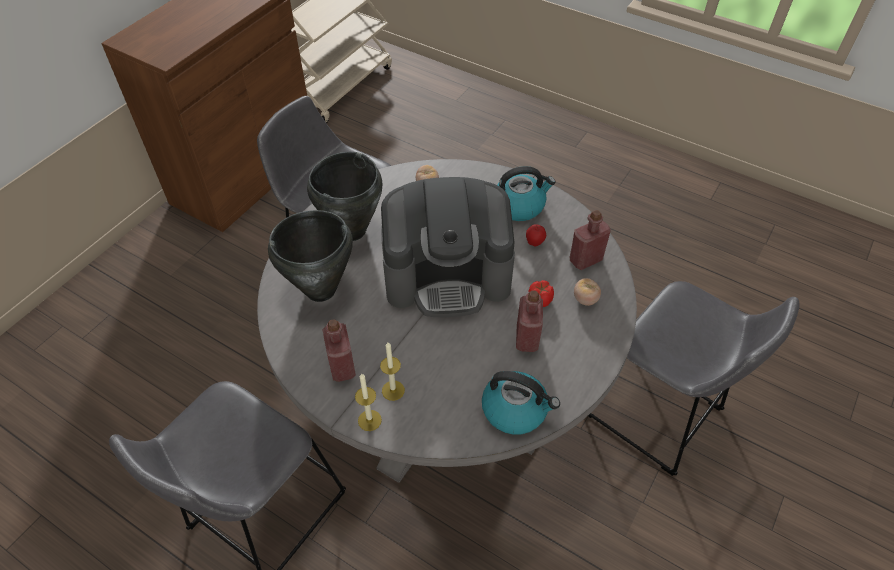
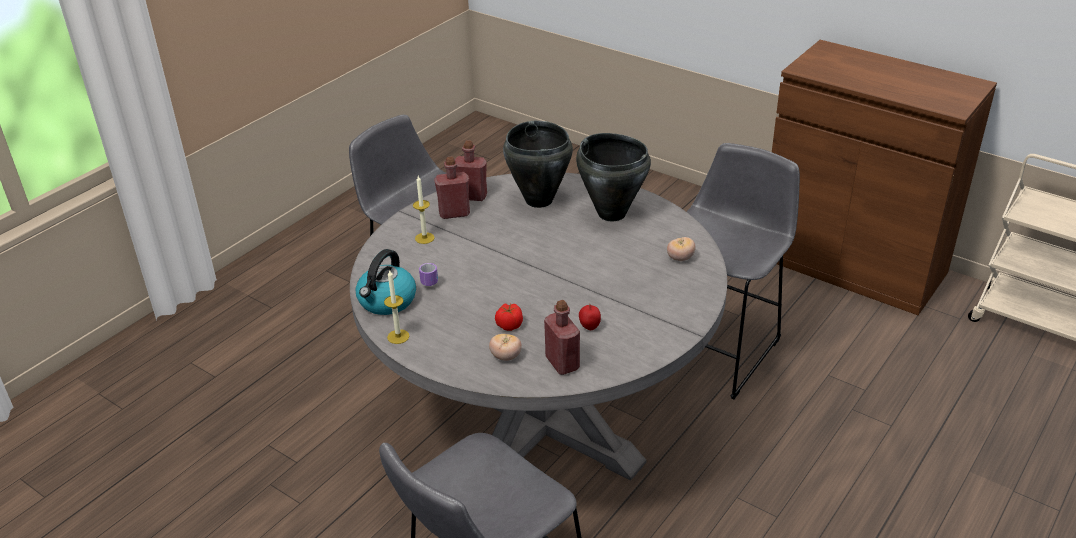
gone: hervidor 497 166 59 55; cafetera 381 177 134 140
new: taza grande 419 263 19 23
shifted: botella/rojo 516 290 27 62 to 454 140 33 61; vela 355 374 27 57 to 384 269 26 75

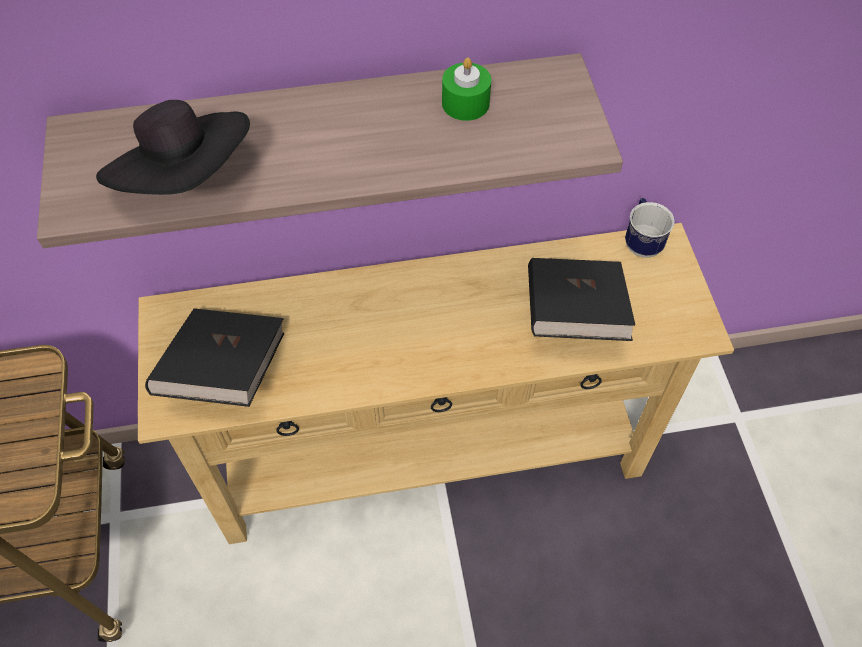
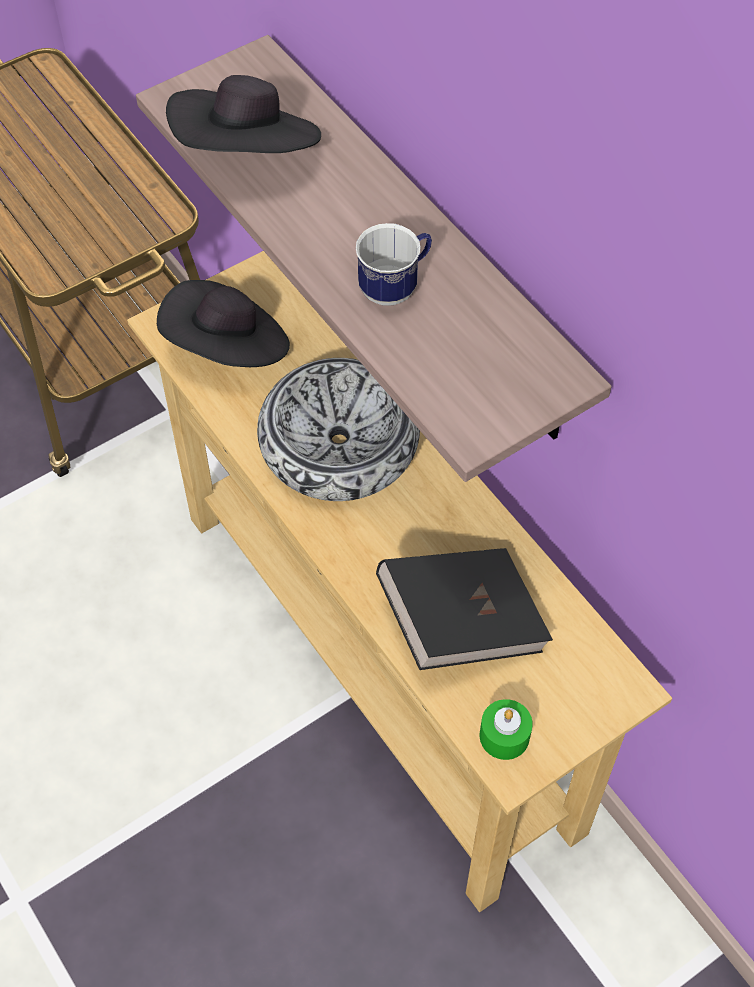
new: cuenco 257 358 163 143
shifted: vela/verde 442 58 49 63 to 480 699 53 61; taza grande 625 198 50 60 to 356 223 76 83
swapped: libro/negro 145 308 139 99 to sombrero/negro 157 280 133 87

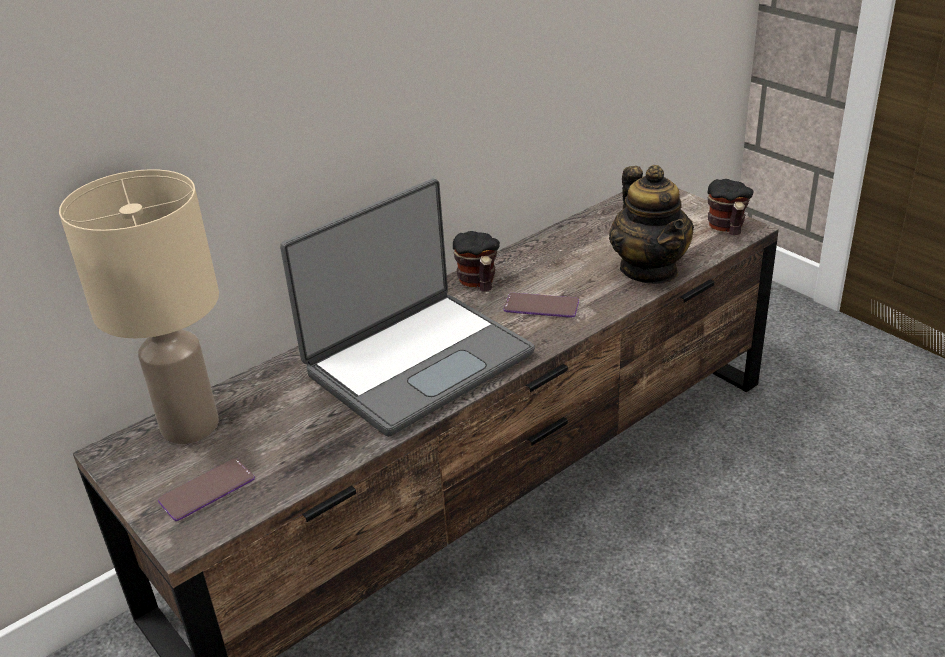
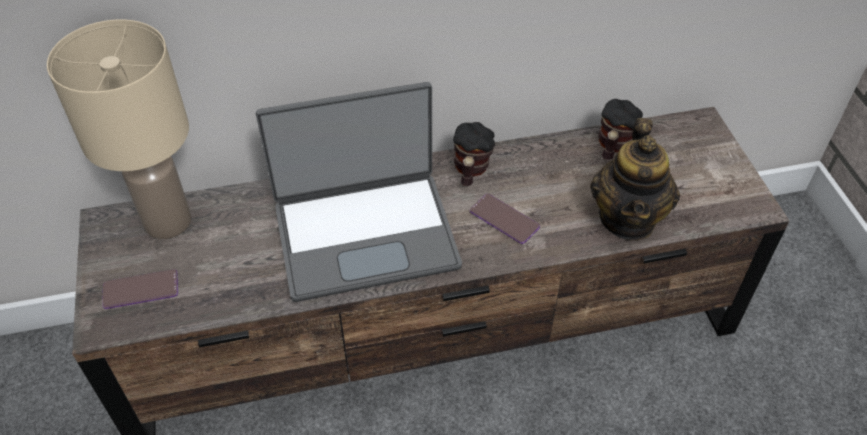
shifted: taza grande 708 179 45 56 to 598 99 45 61

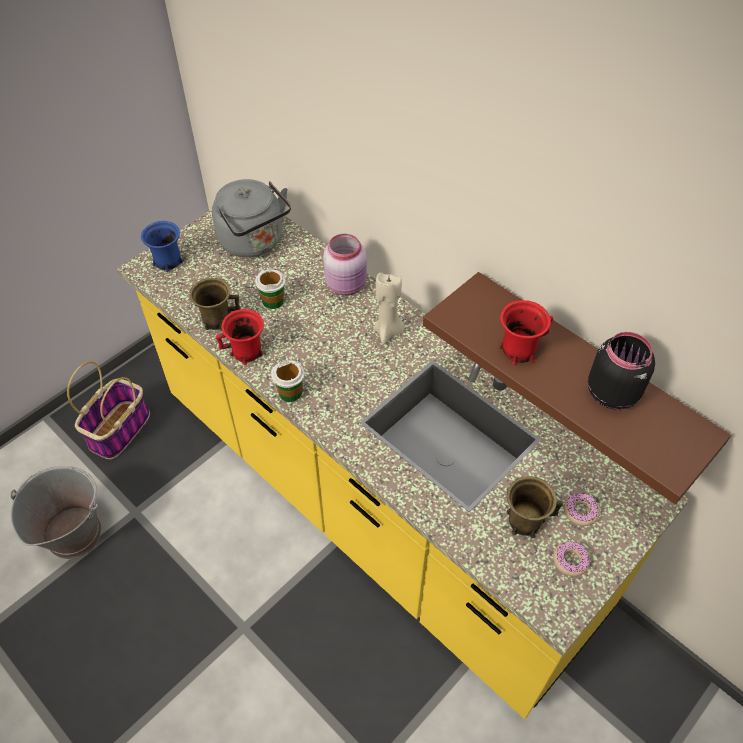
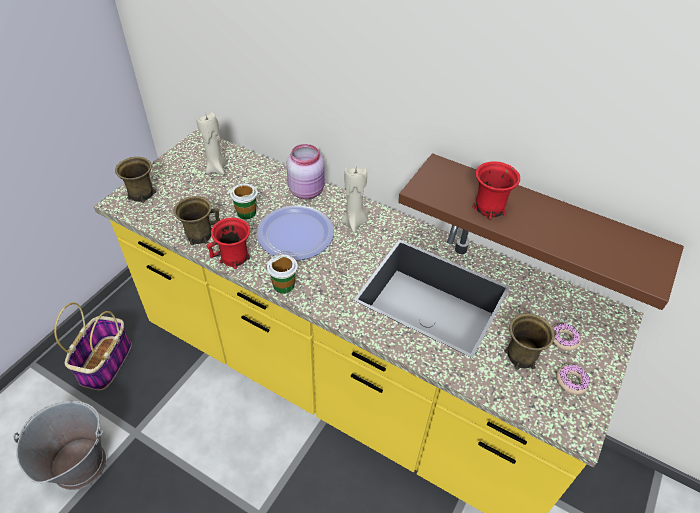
gone: tarro/negro 588 332 67 78
new: plato 257 206 77 54
swapped: hervidor/gris 212 179 79 78 to vela/beis 196 112 31 63
repainted: taza grande/azul 141 221 43 51 to taza grande/marrón 115 157 41 46

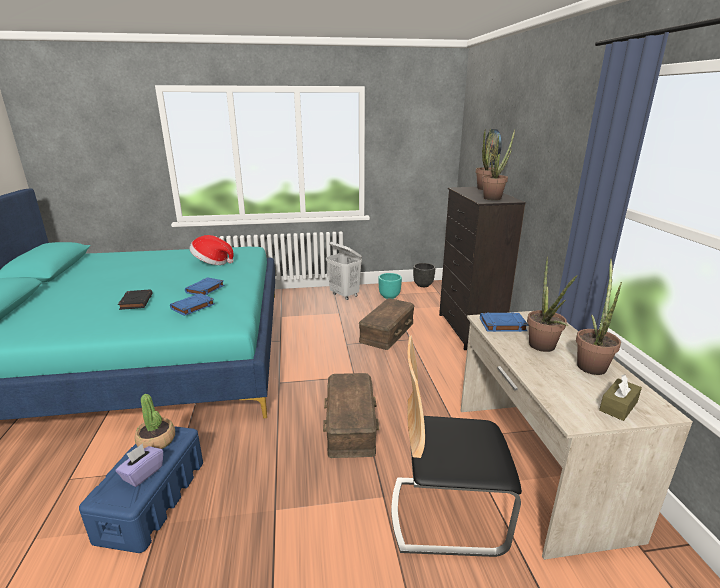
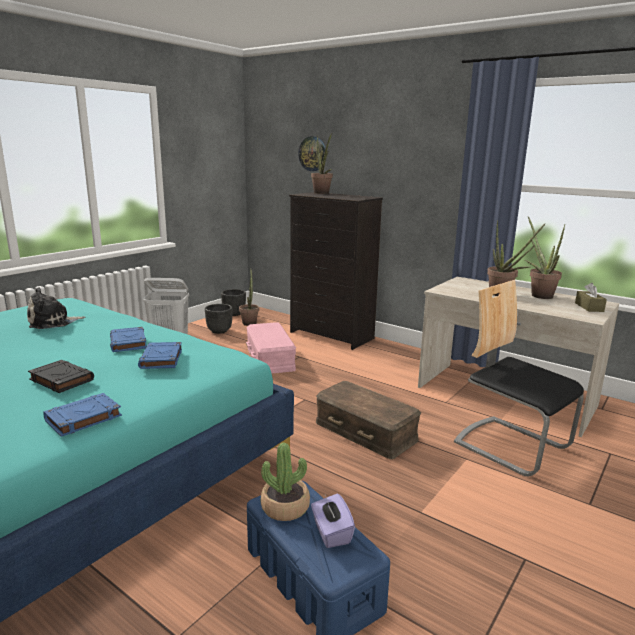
shifted: planta en maceta 482 130 33 70 to 239 268 20 58; libro/azul 480 312 48 20 to 43 393 79 44
swapped: sombrero 190 235 44 30 to peluche 27 287 58 42
repainted: maceta/turquesa 378 273 24 26 to maceta/negro 205 304 27 30; caja de almacenaje/marrón 359 298 55 52 to caja de almacenaje/rosa 246 322 50 52
rotated: silla 391 336 131 221 = 454 280 130 196 90 degrees clockwise

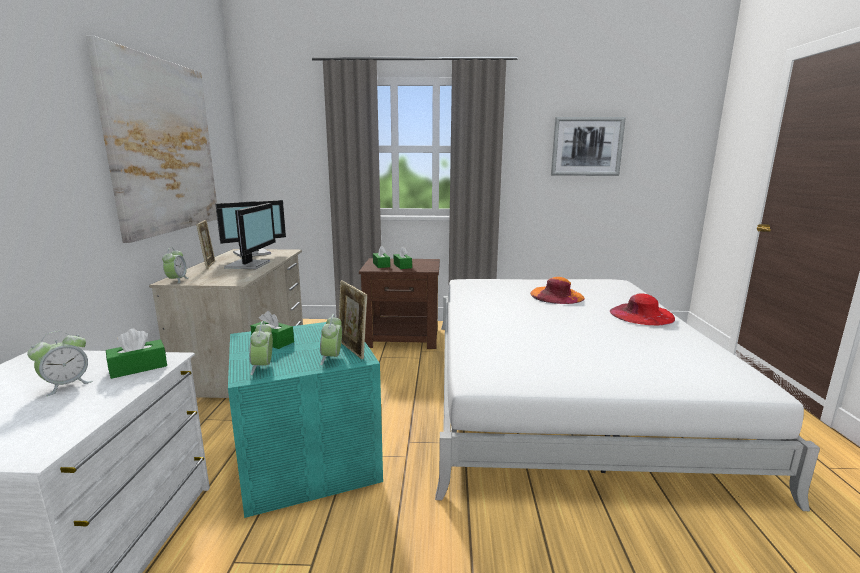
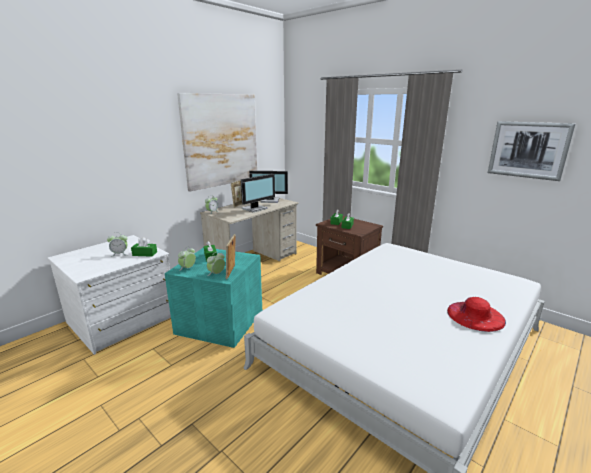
gone: sombrero/naranja 530 277 55 27

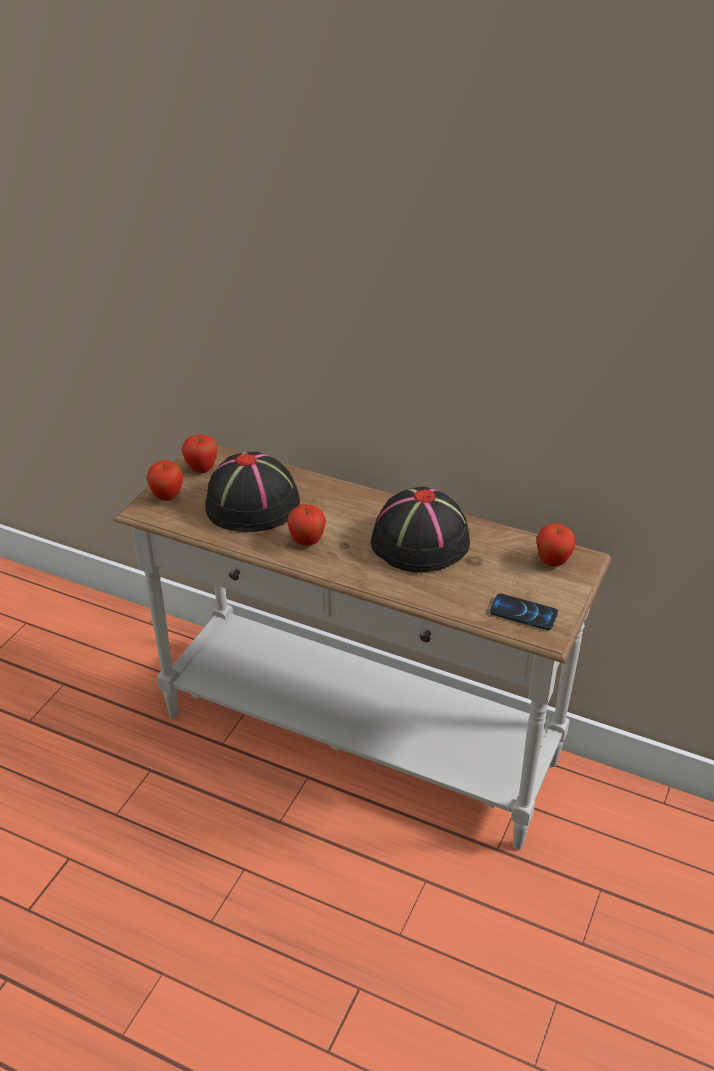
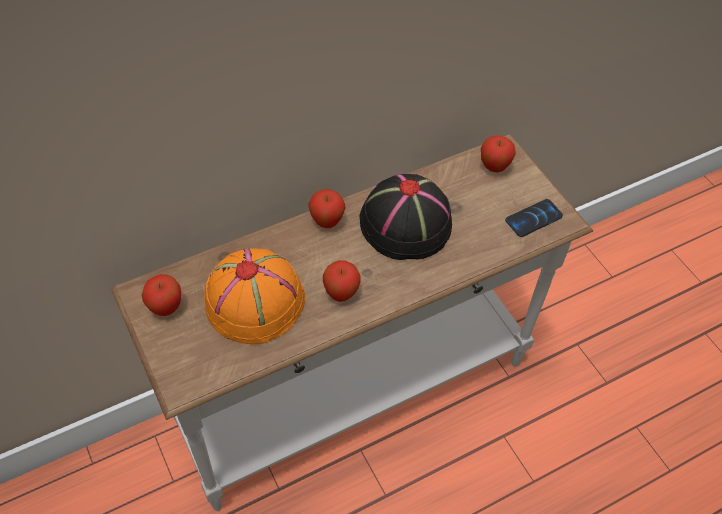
shifted: manzana 146 460 37 41 to 308 190 37 38
repainted: sombrero/negro 205 451 95 81 to sombrero/naranja 204 248 101 96

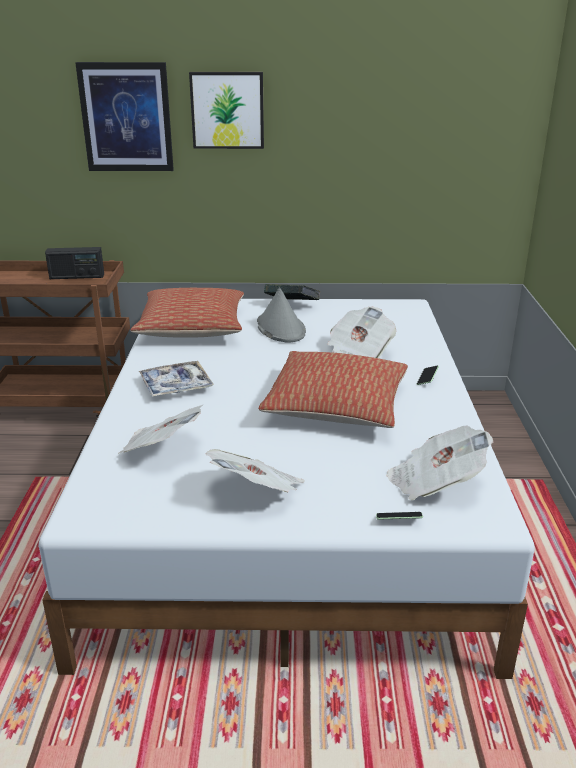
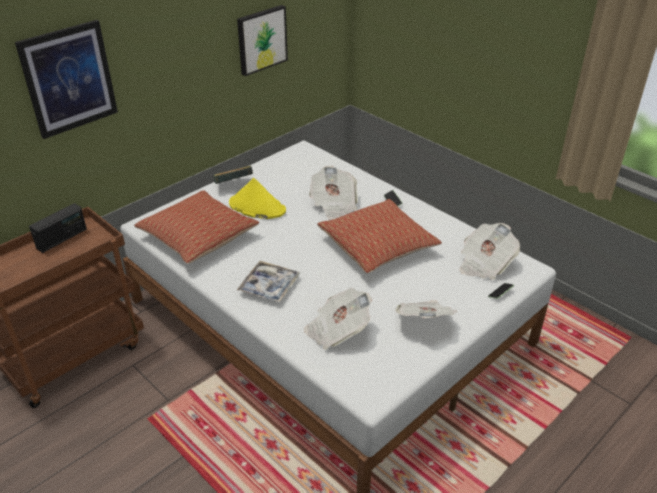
shifted: cuadro 189 72 75 77 to 237 5 51 71
repainted: sombrero/gris 257 287 49 56 to sombrero/amarillo 229 178 57 41

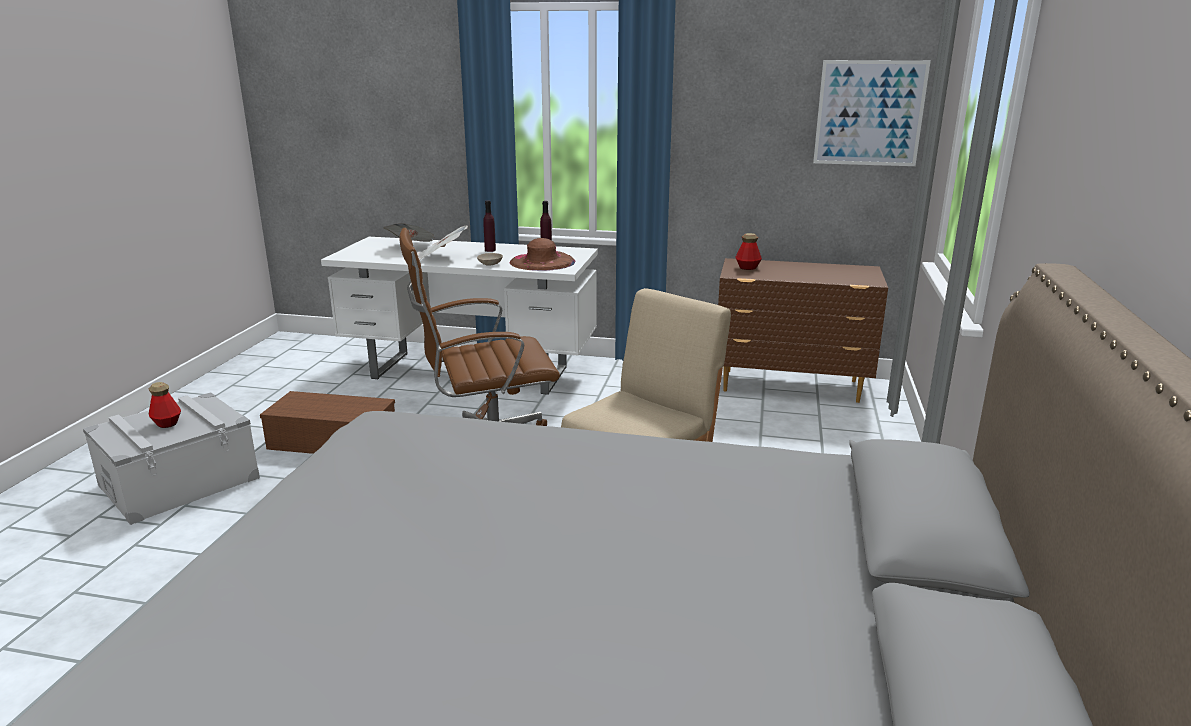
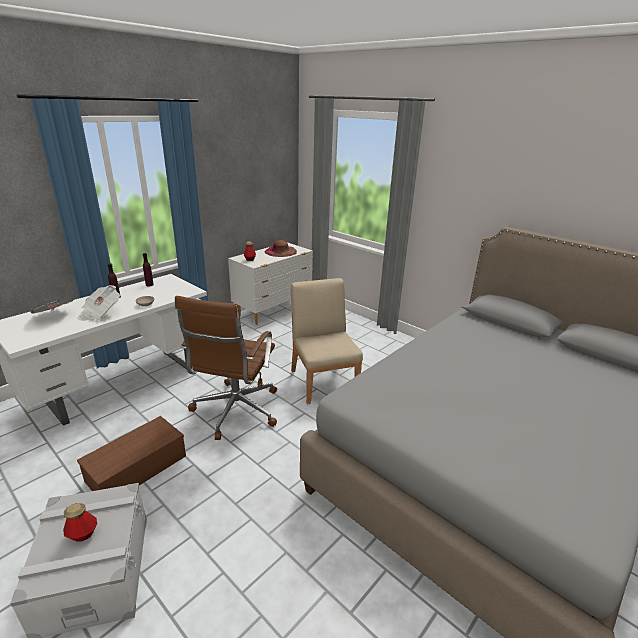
gone: cuadro 813 60 117 106
shifted: sombrero/marrón 510 238 66 33 to 265 240 32 17
repainted: cómoda/marrón 718 258 170 145 to cómoda/blanco 228 242 85 83

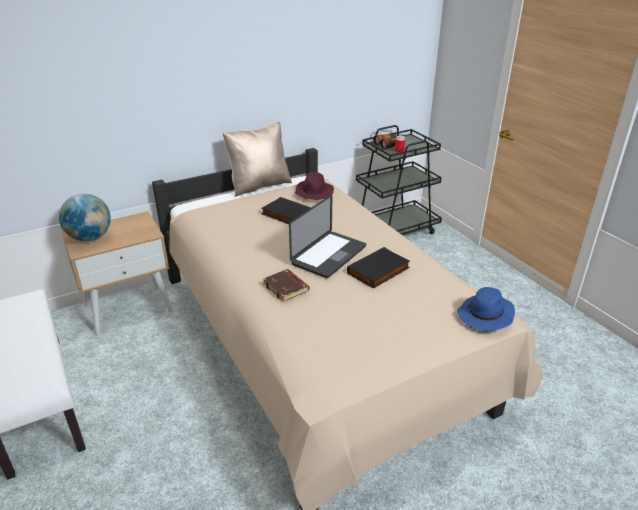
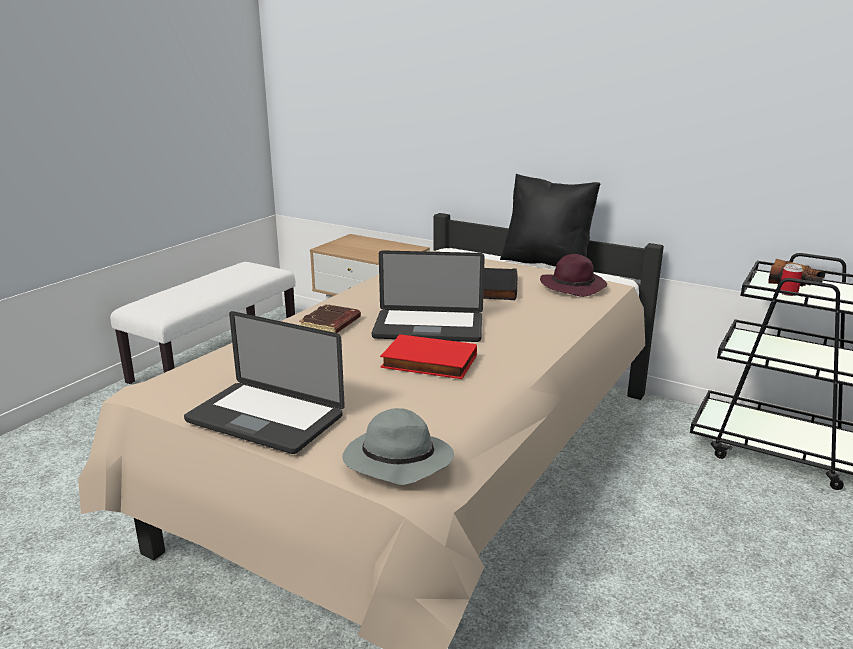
gone: globo terráqueo 59 194 52 48
new: portátil 184 311 161 143
repainted: cojín/beis 223 122 69 75 to cojín/negro 500 174 101 93; libro/negro 347 247 63 42 to libro/rojo 380 334 97 45; sombrero/azul 457 287 58 44 to sombrero/gris 342 408 112 77

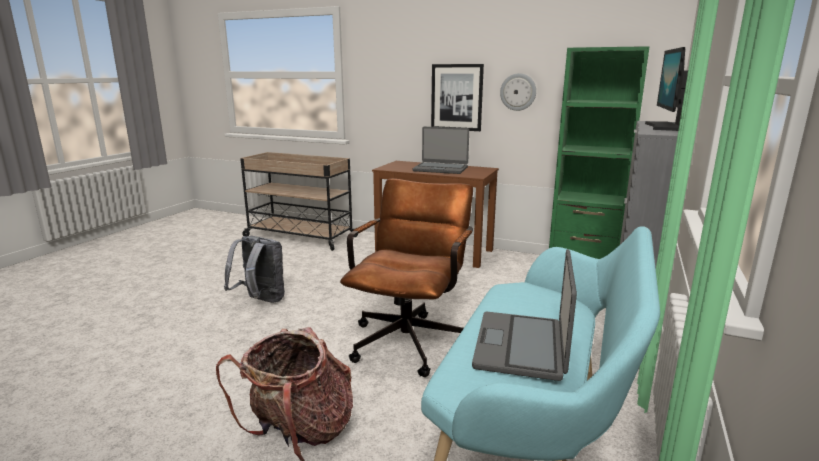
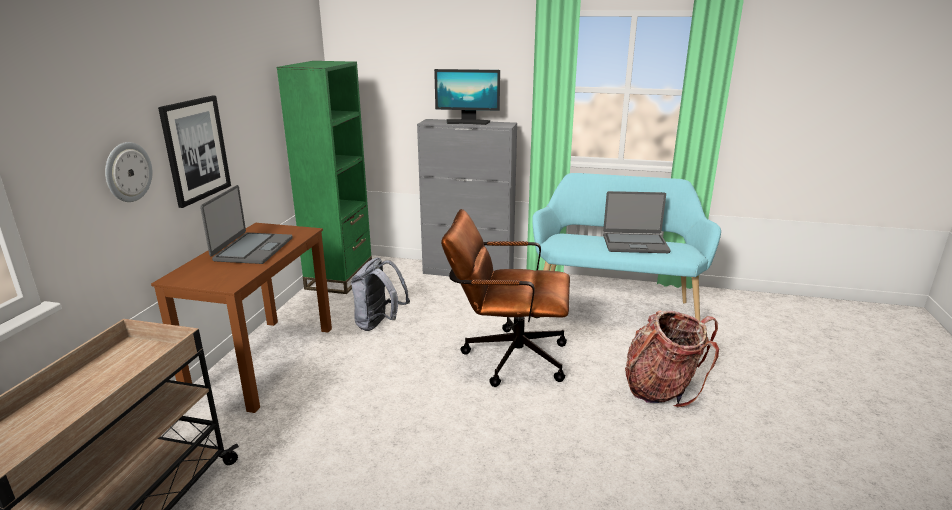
shifted: reloj de pared 500 73 36 38 to 105 142 48 60; mochila/gris 224 236 61 67 to 351 258 59 73

